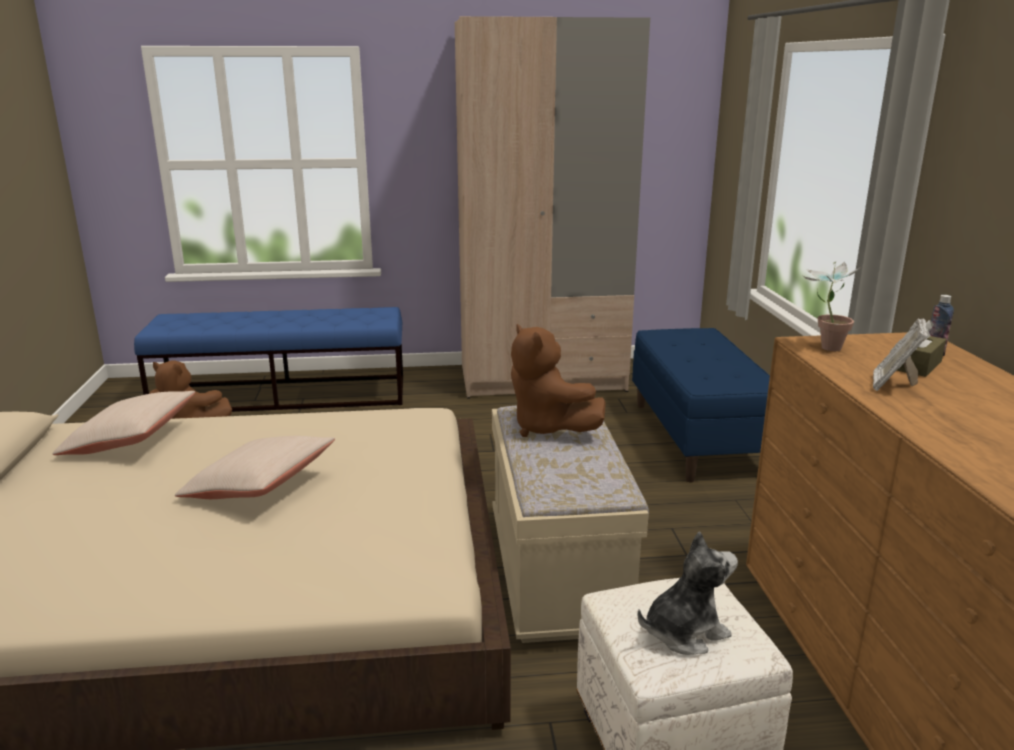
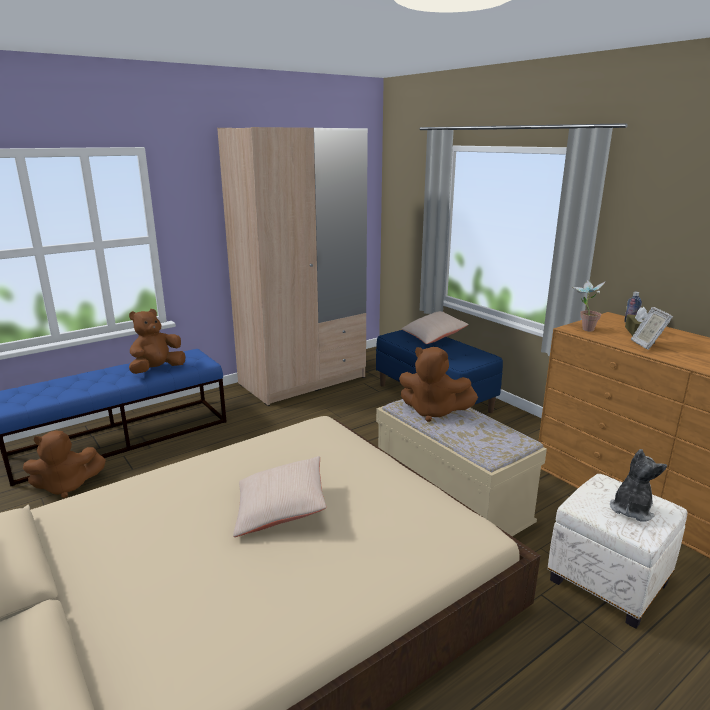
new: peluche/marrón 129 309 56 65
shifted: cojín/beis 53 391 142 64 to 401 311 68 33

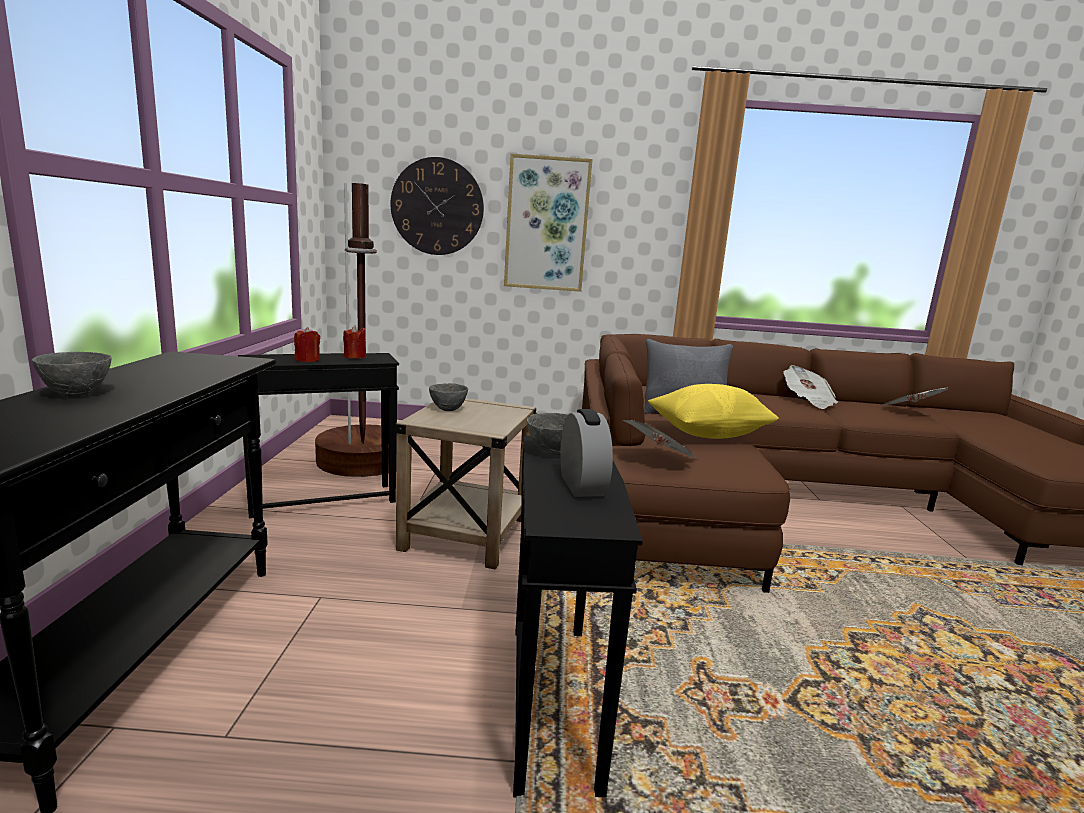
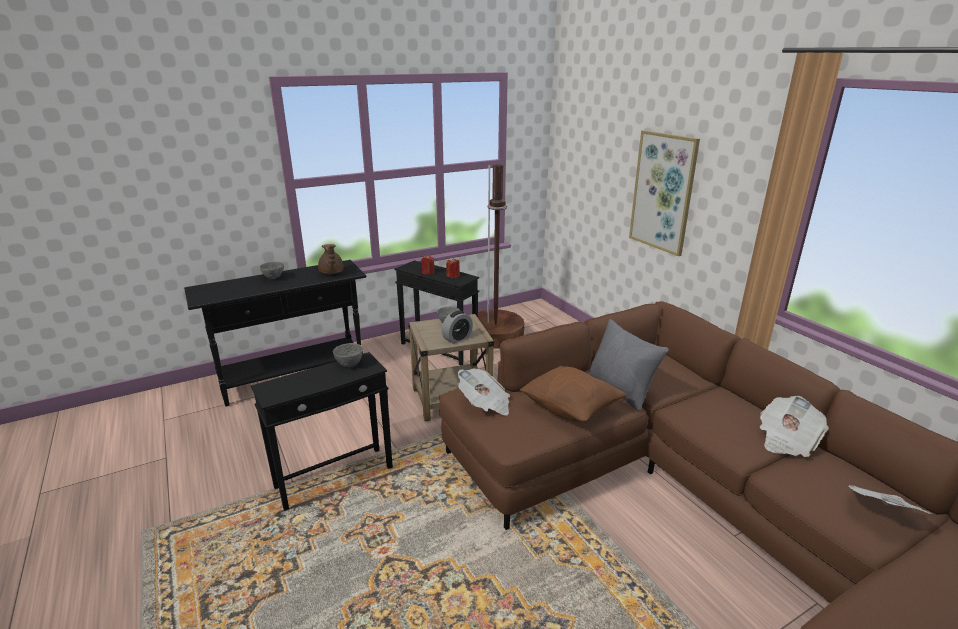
gone: reloj de pared 391 157 93 98
new: tetera/marrón 318 244 26 30
shifted: despertador 560 409 53 88 to 442 311 31 33
repainted: cojín/amarillo 648 384 131 55 to cojín/marrón 520 366 106 56

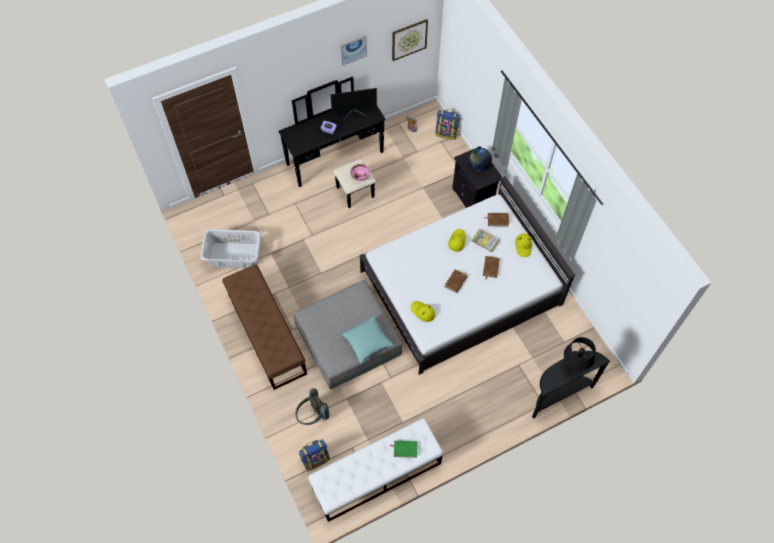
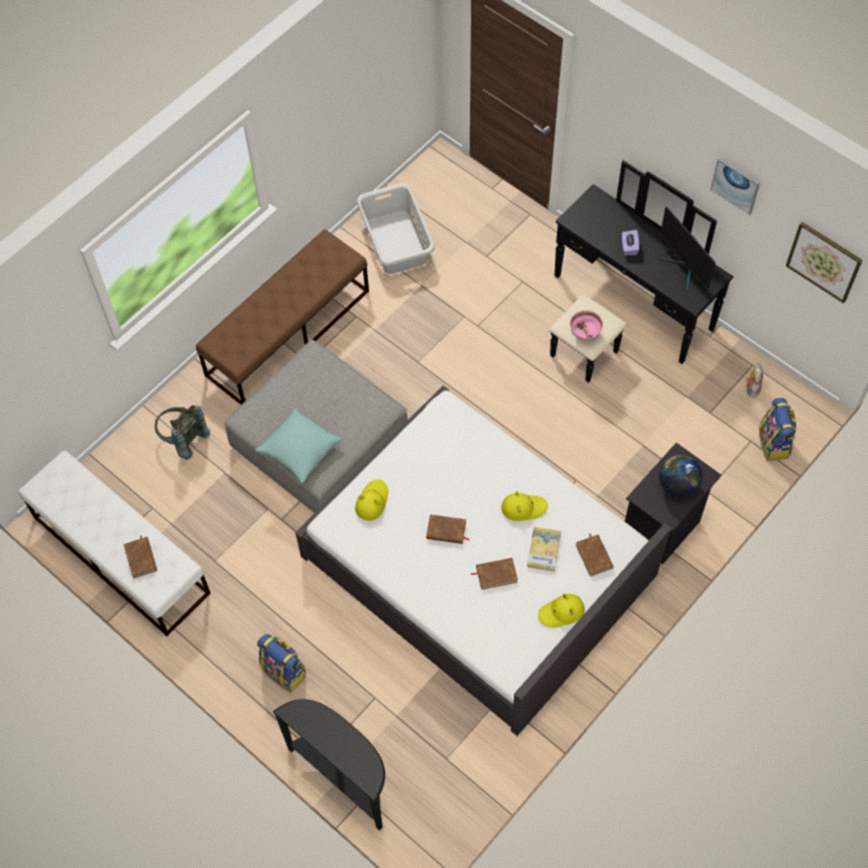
gone: lámpara de mesa/negro 564 337 32 34
shifted: mochila 299 439 31 32 to 257 634 49 59
repainted: libro/verde 390 441 27 17 to libro/marrón 123 536 34 42

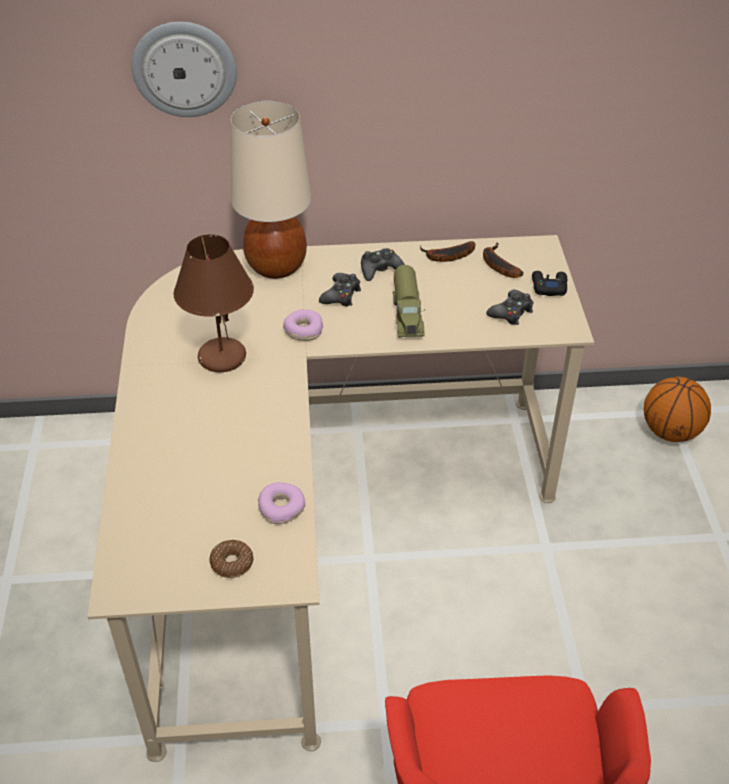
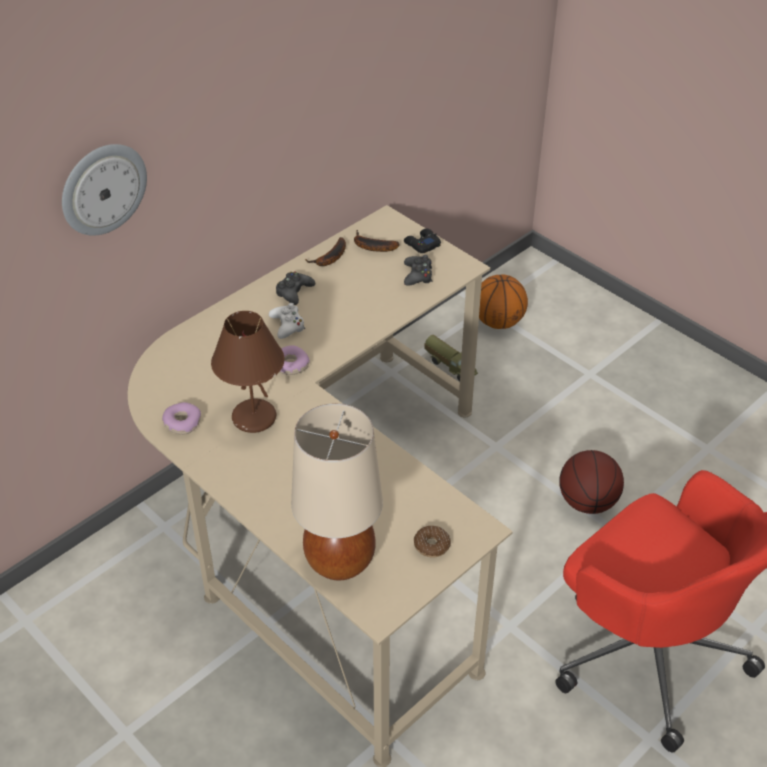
new: balón de baloncesto 560 450 64 64
shifted: lámpara de mesa/beis 231 101 80 178 to 291 403 92 177; camión de juguete 393 265 32 73 to 424 335 54 47; rosquilla 258 482 47 42 to 162 402 39 33
repainted: mando de consola/negro 319 273 42 34 to mando de consola/blanco 269 303 36 36

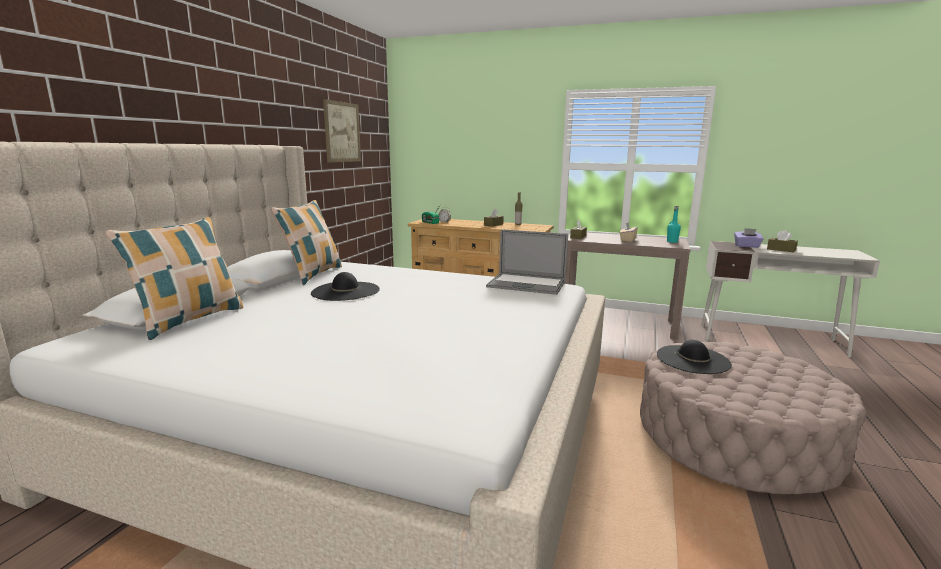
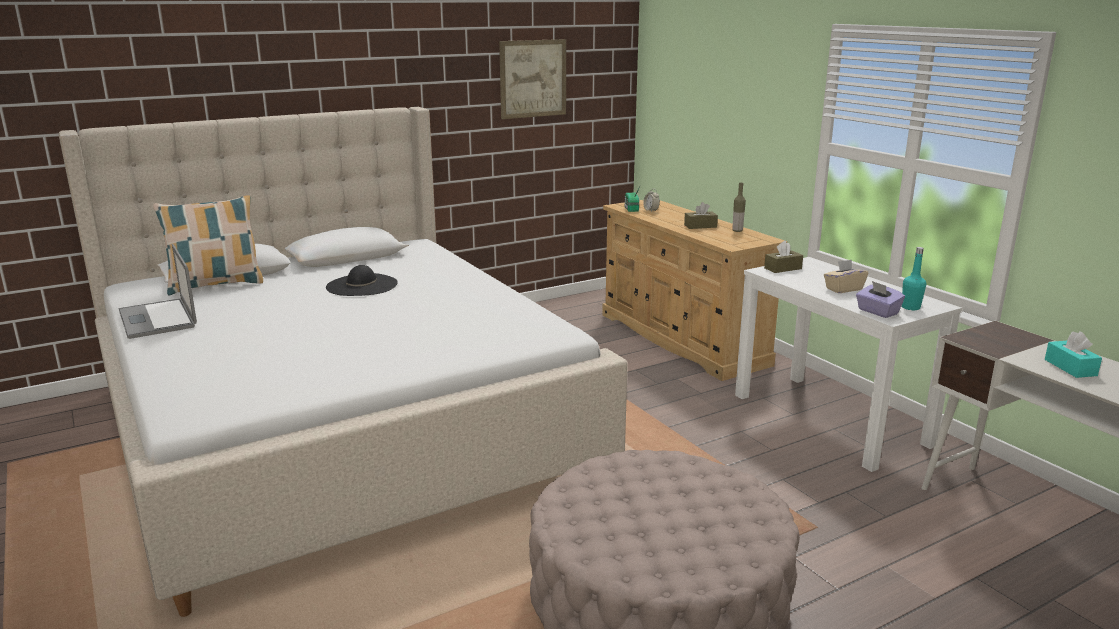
gone: cojín 271 200 71 85; sombrero/negro 657 340 75 34
shifted: caja de pañuelos/morado 734 228 29 20 to 856 281 49 37; portátil 486 229 82 66 to 119 244 78 95
repainted: caja de pañuelos/marrón 767 230 31 23 to caja de pañuelos/turquesa 1045 331 57 47; mesa consola/marrón 564 233 127 107 to mesa consola/blanco 735 257 227 215

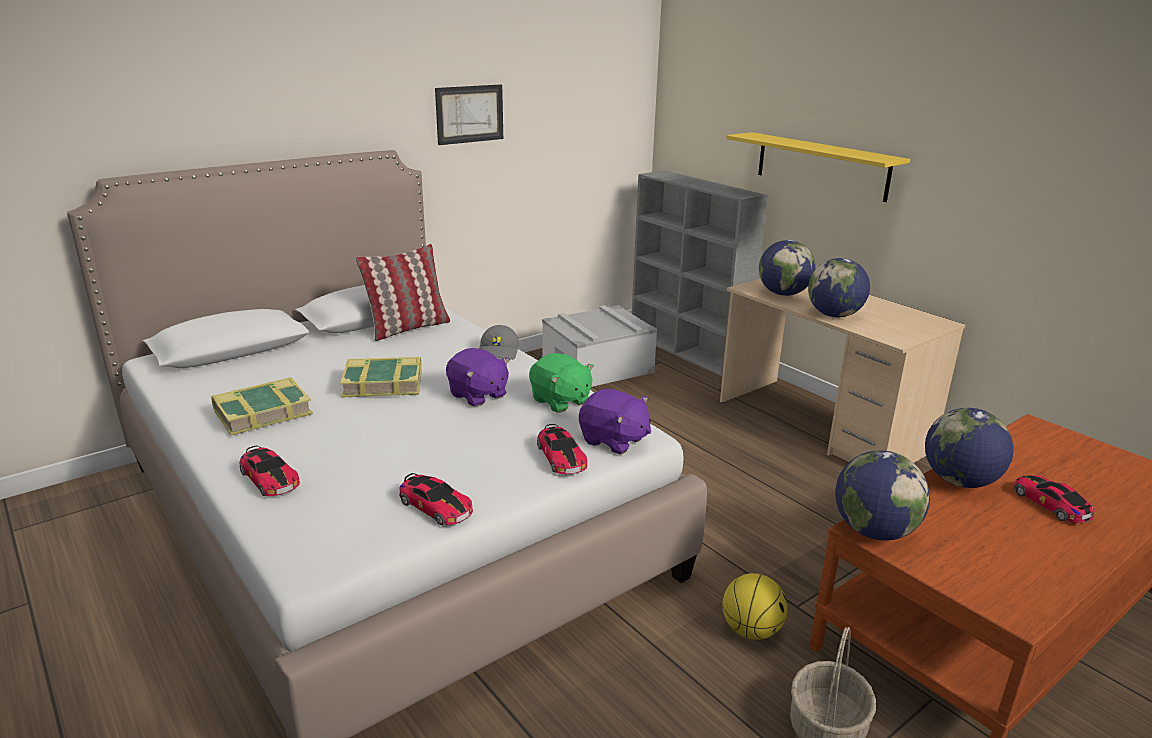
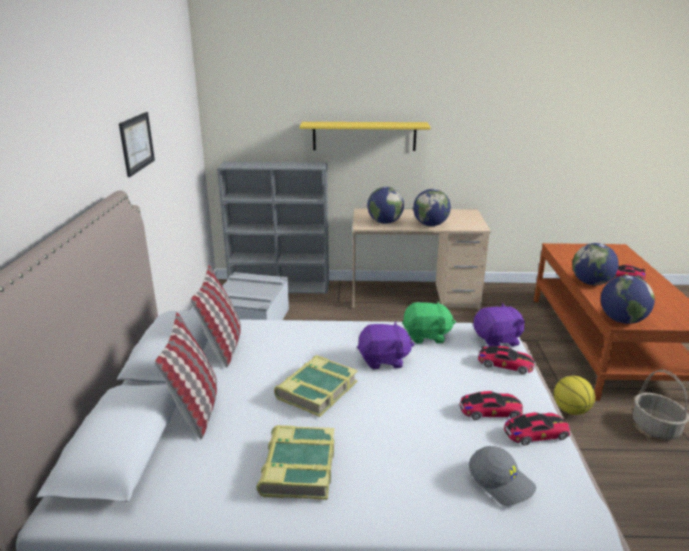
new: cojín 154 312 63 127
shifted: gorra/gris 479 325 40 35 to 469 446 67 60; coche de juguete 240 446 60 50 to 460 391 63 29

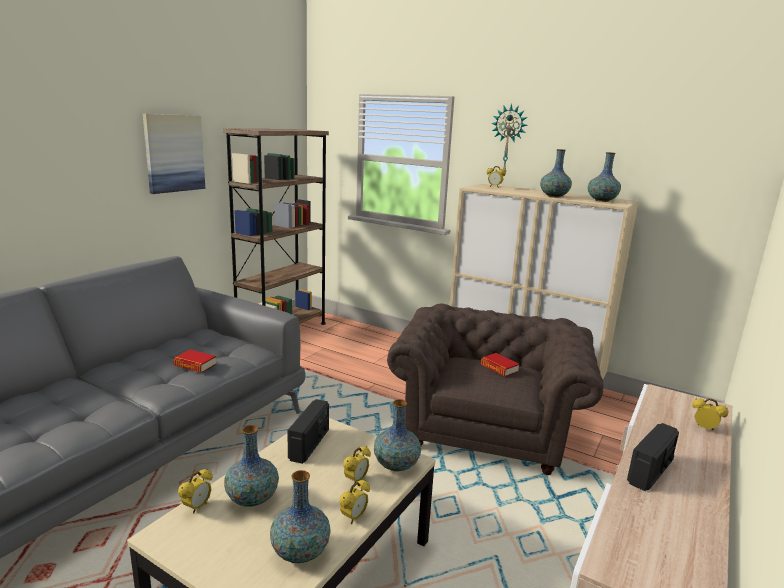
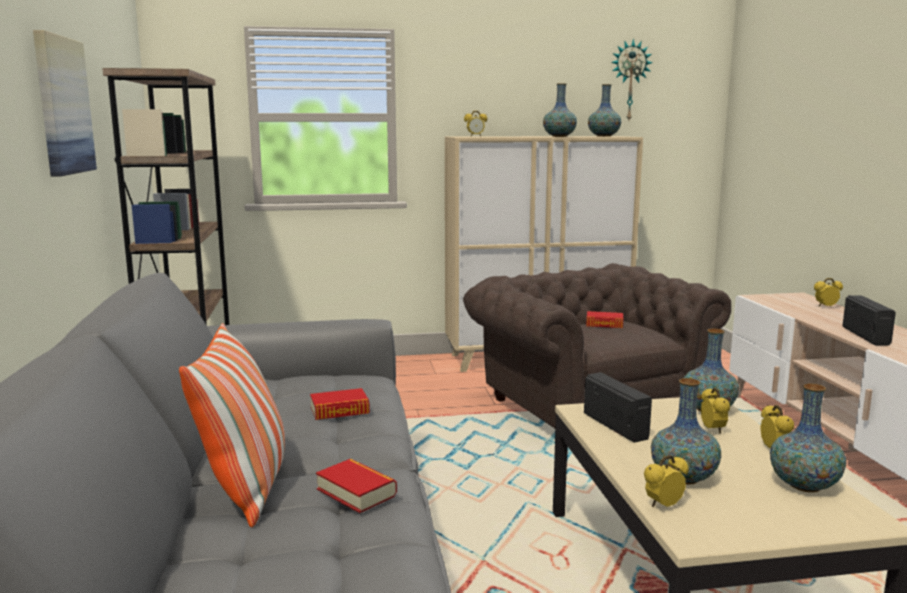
new: cojín 179 323 106 204; libro 316 459 81 54
shifted: reloj de pared 491 104 36 67 to 611 39 42 81
rotated: despertador 178 469 34 45 = 644 455 45 52 105 degrees counterclockwise

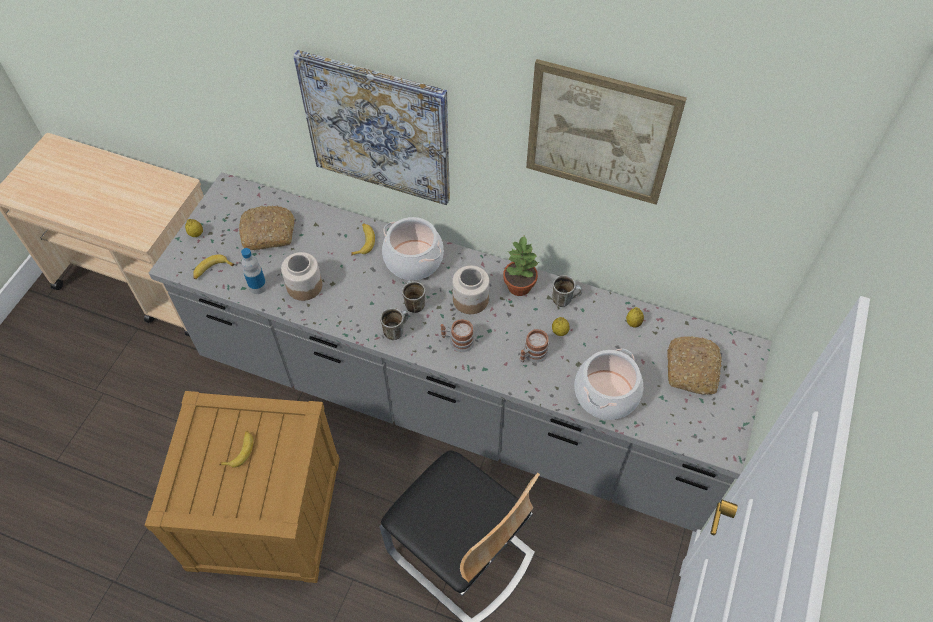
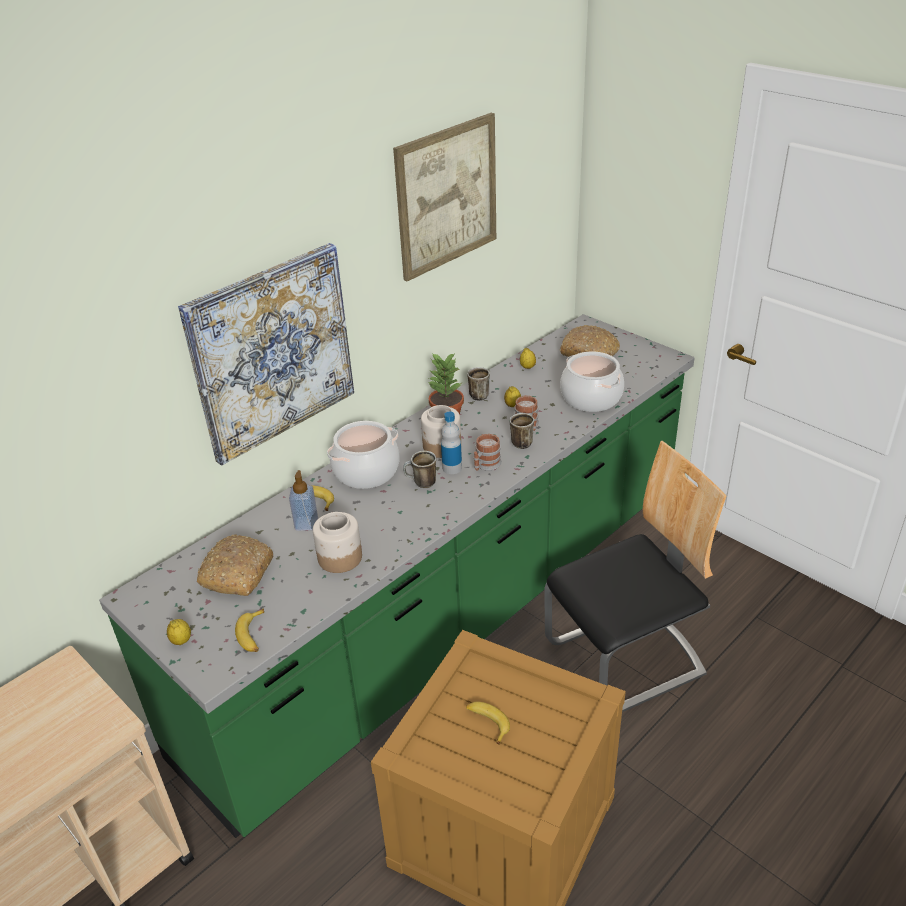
new: dispensador de jabón 289 470 29 61
shifted: botella 241 248 26 46 to 441 412 21 62; taza grande 380 308 29 32 to 510 413 24 36
repainted: mueble bajo de cocina/gris 149 172 623 360 to mueble bajo de cocina/verde 99 314 596 524

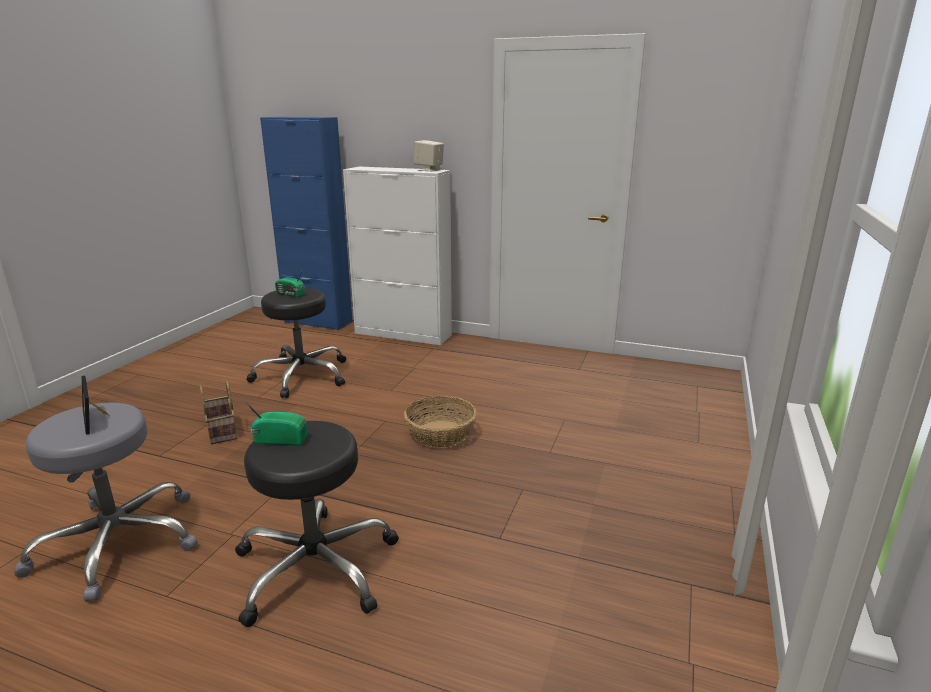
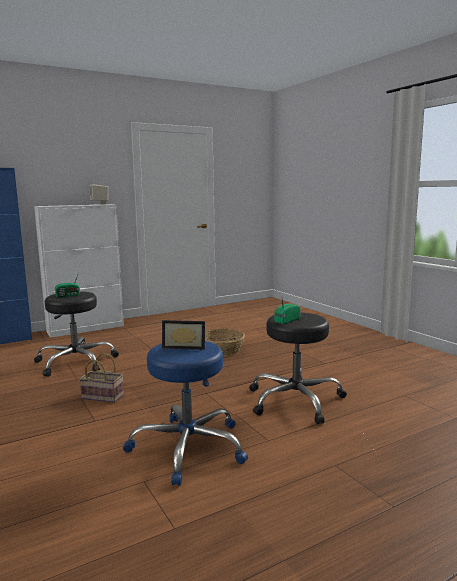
repainted: taburete/gris 14 403 184 199 to taburete/azul 123 341 125 145

